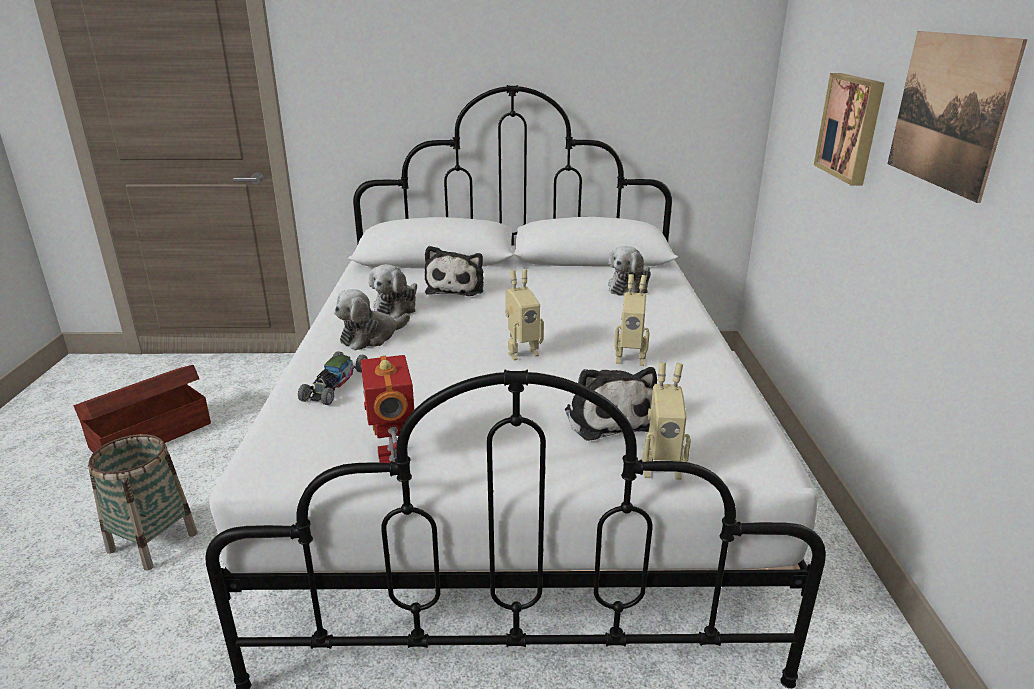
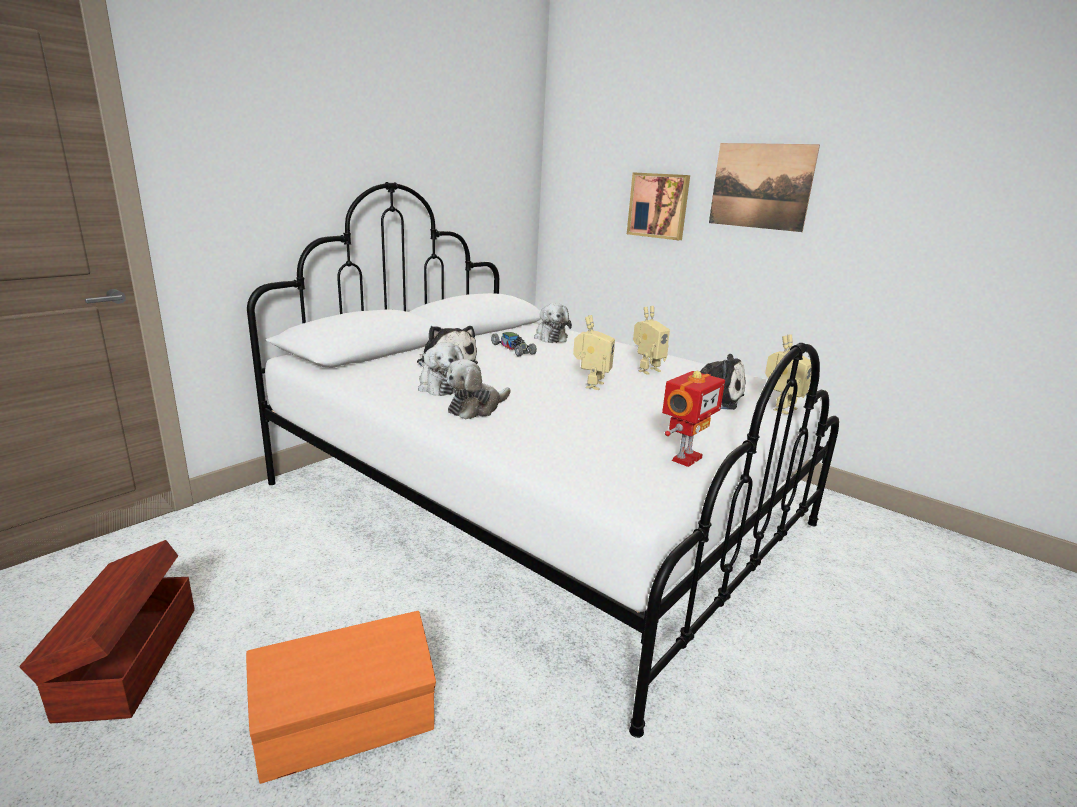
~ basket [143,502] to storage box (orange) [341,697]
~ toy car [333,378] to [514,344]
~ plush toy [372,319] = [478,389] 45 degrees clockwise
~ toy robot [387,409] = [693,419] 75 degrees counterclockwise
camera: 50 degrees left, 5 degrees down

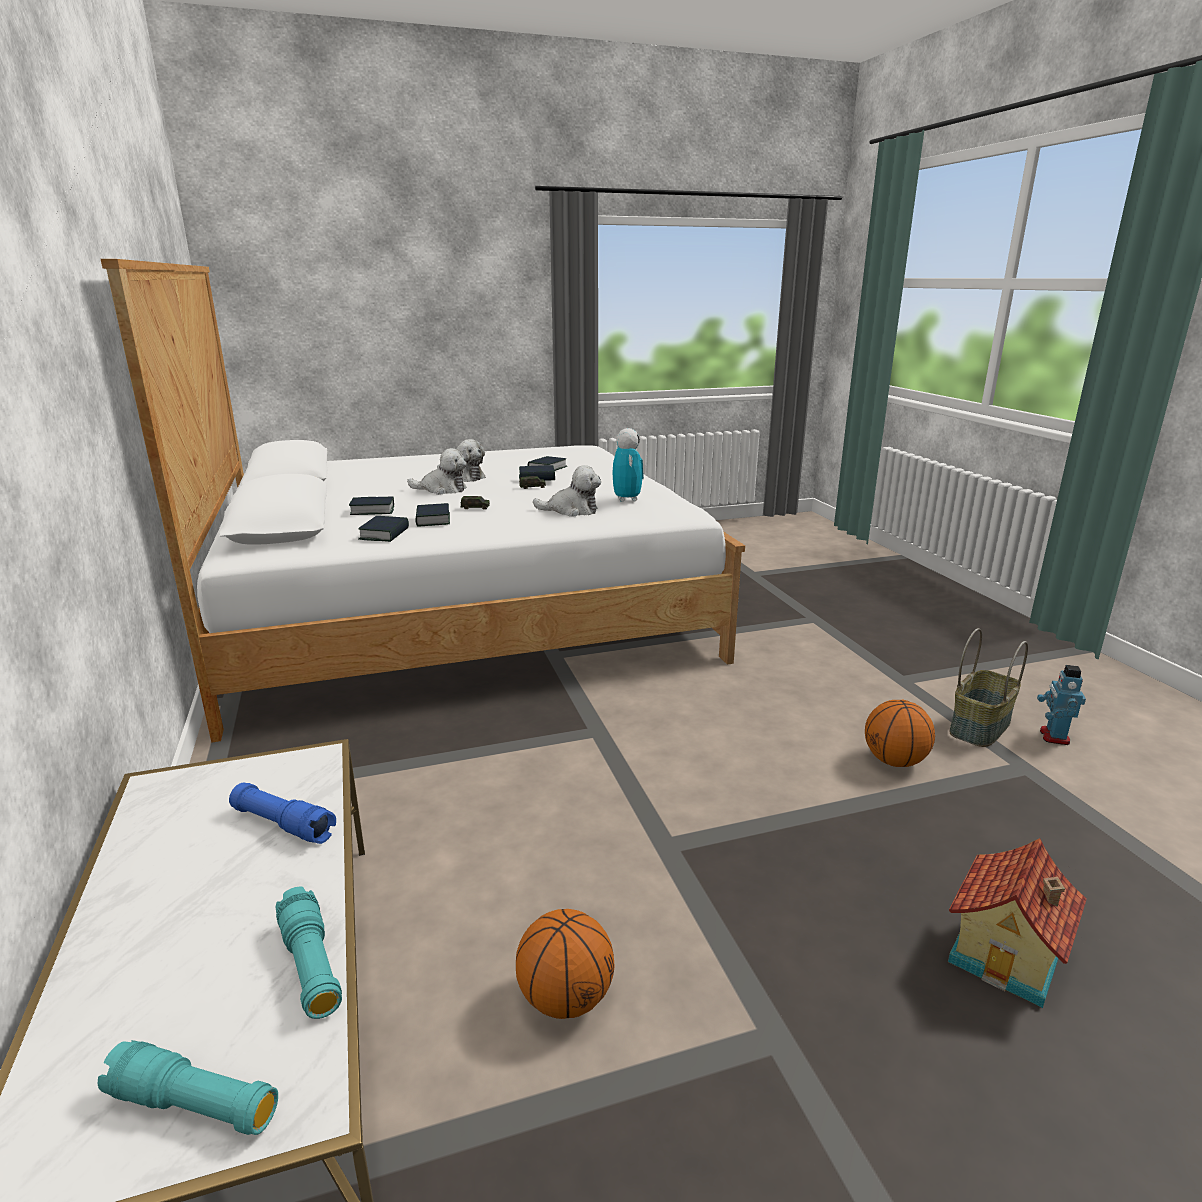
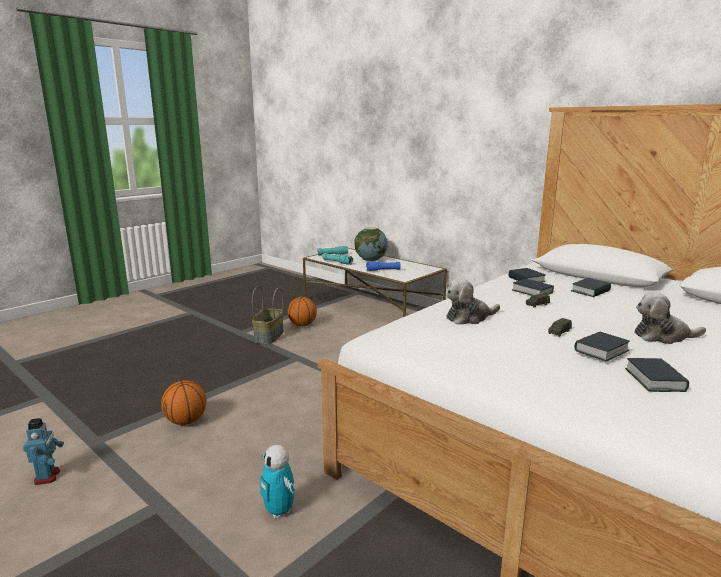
- plush toy [437,471]
~ toy robot [628,465] to [277,482]
- toy house [1017,923]
~ basket [988,687] to [268,315]
+ globe [371,244]
camera: 150 degrees right, 5 degrees down

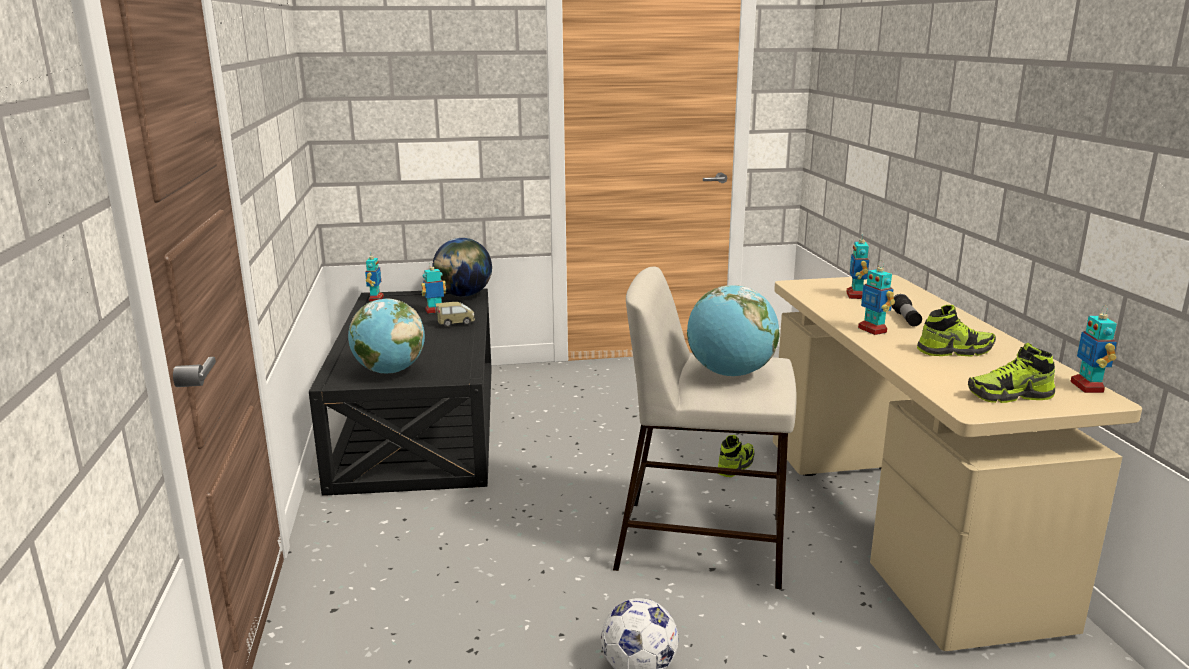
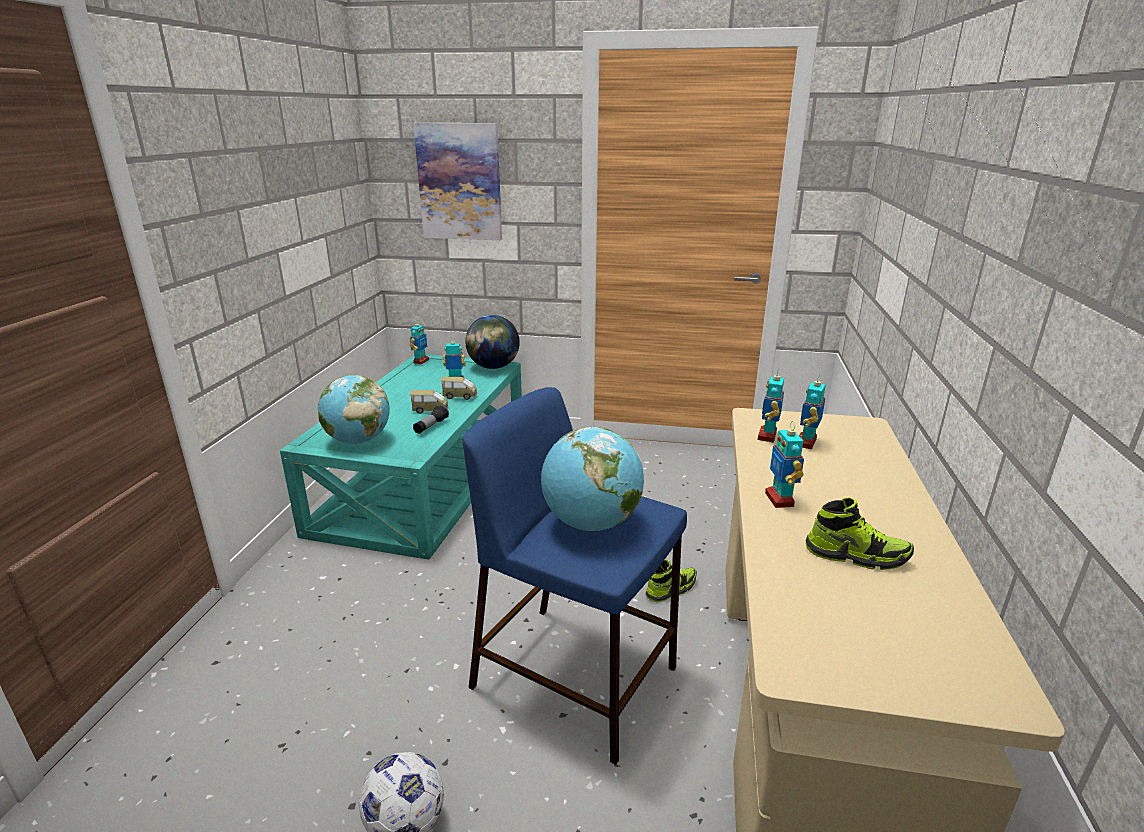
~ coffee table (black) [400,392] to coffee table (turquoise) [401,457]
~ stool (beige) [705,428] to stool (blue) [575,576]
~ flashlight [907,310] to [431,419]
- shoe [1011,373]
~ toy robot [1094,349] to [771,406]
+ toy car [428,402]
+ picture [457,181]
camera: 20 degrees right, 5 degrees up

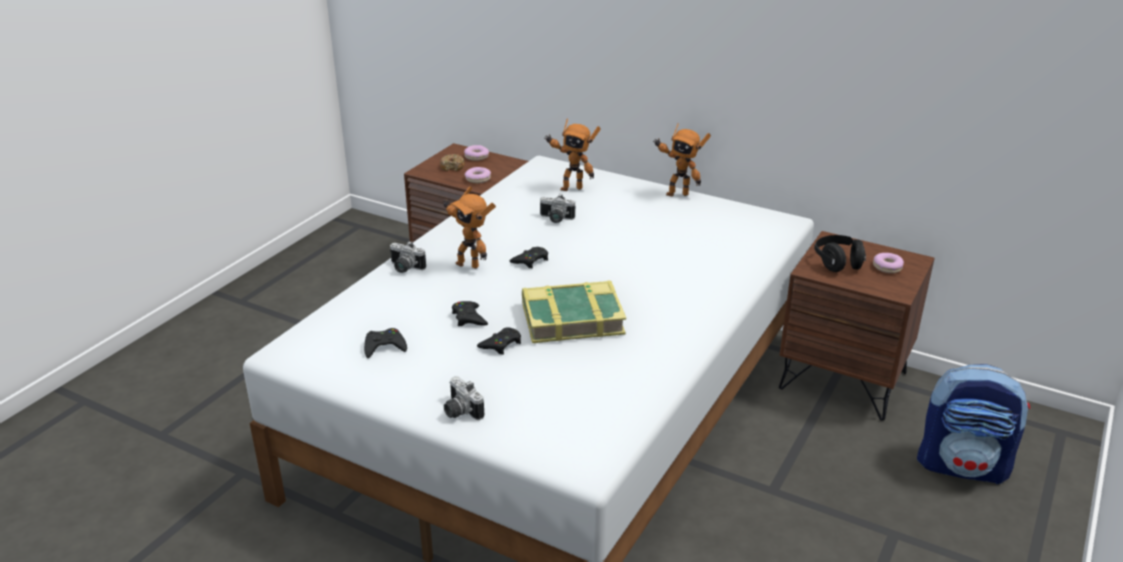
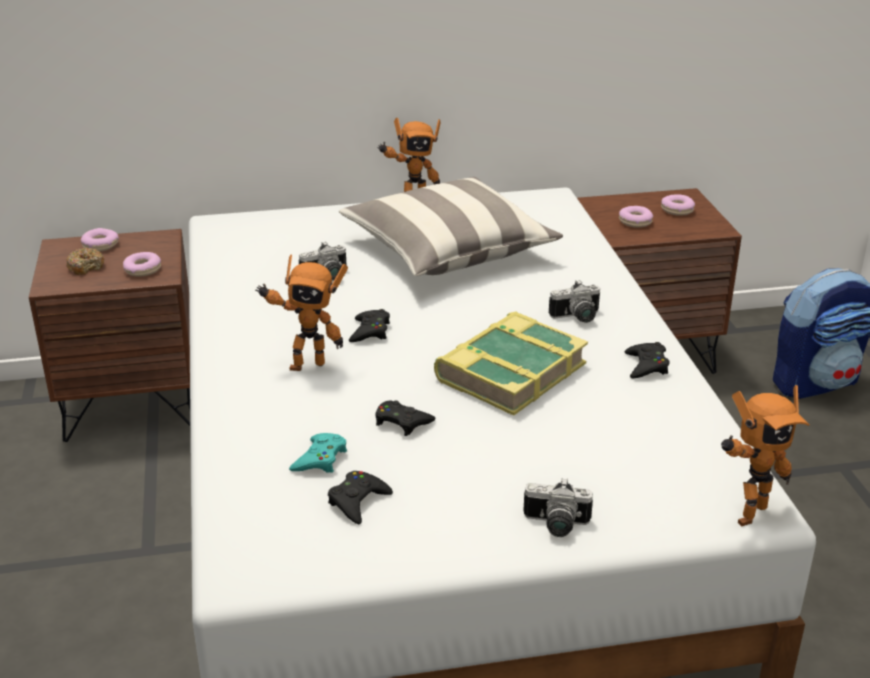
~ photo camera [407,257] to [574,301]
~ game controller (black) [499,341] to [647,360]
~ toy robot [573,154] to [765,455]
~ headphones (black) [840,253] to donut [636,217]
+ game controller (turquoise) [318,453]
+ pillow [451,226]
camera: 40 degrees left, 0 degrees up

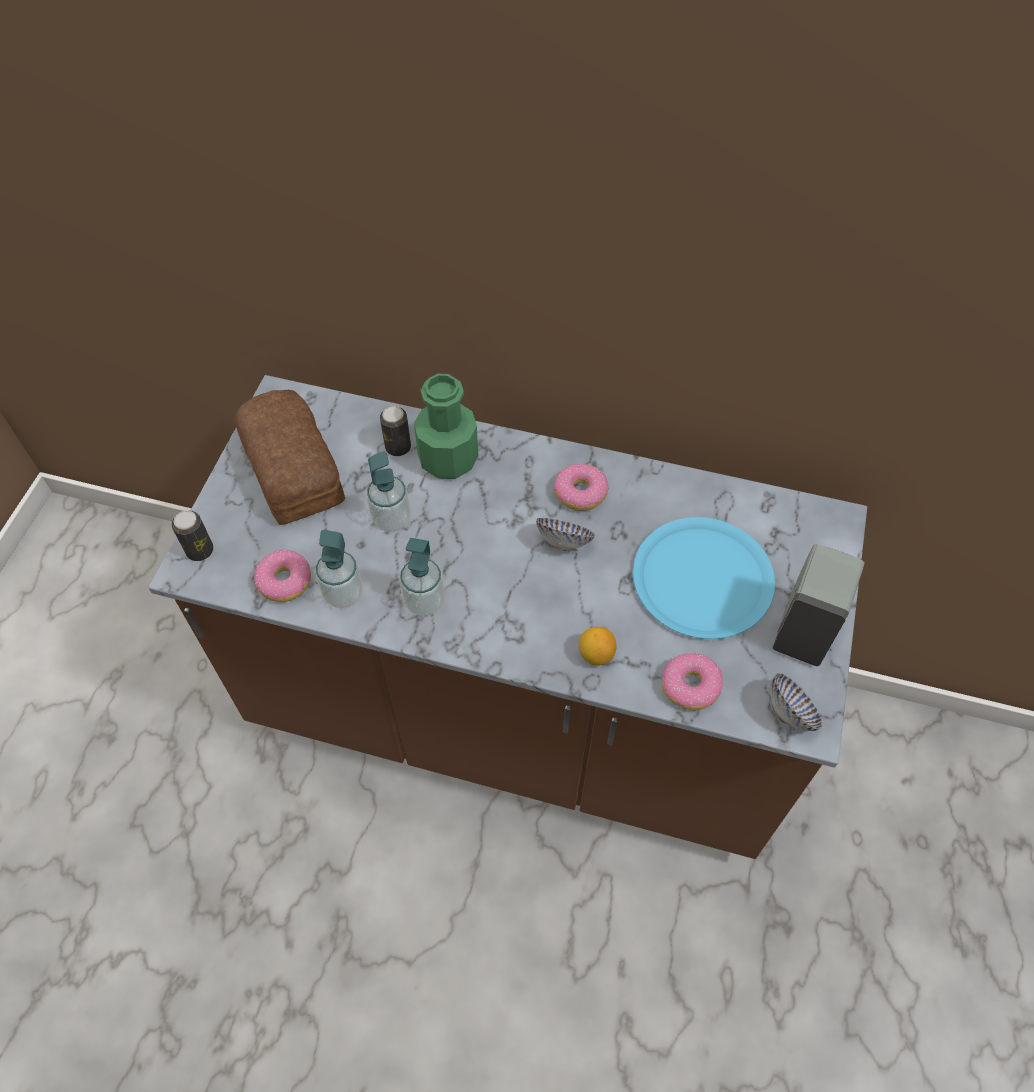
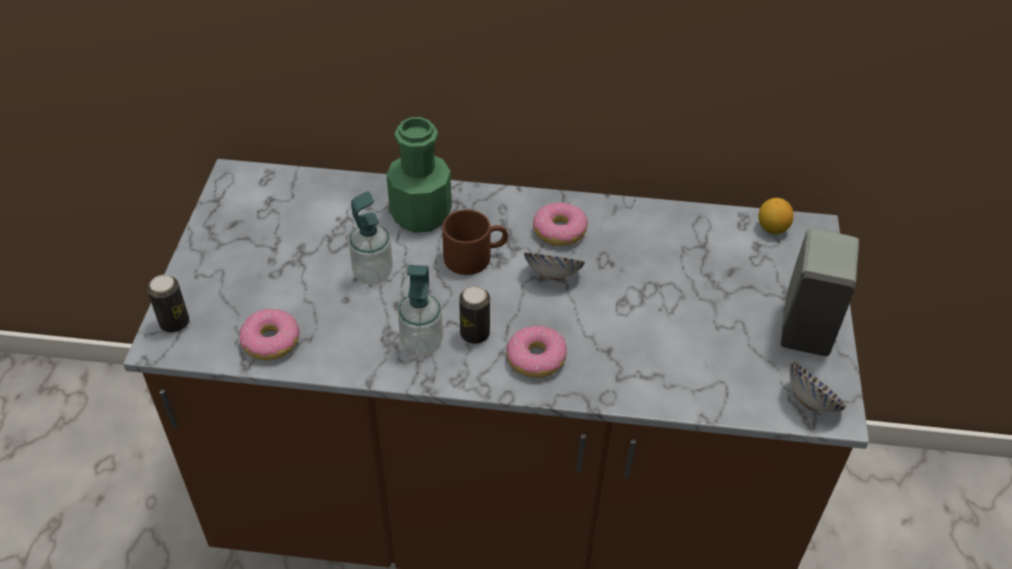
- bread [289,457]
- soap dispenser [339,569]
~ can [395,431] to [474,315]
~ lemon [597,646] to [776,216]
- plate (blue) [704,578]
~ donut [692,681] to [536,351]
+ mug (brown) [475,242]
camera: 10 degrees left, 10 degrees down

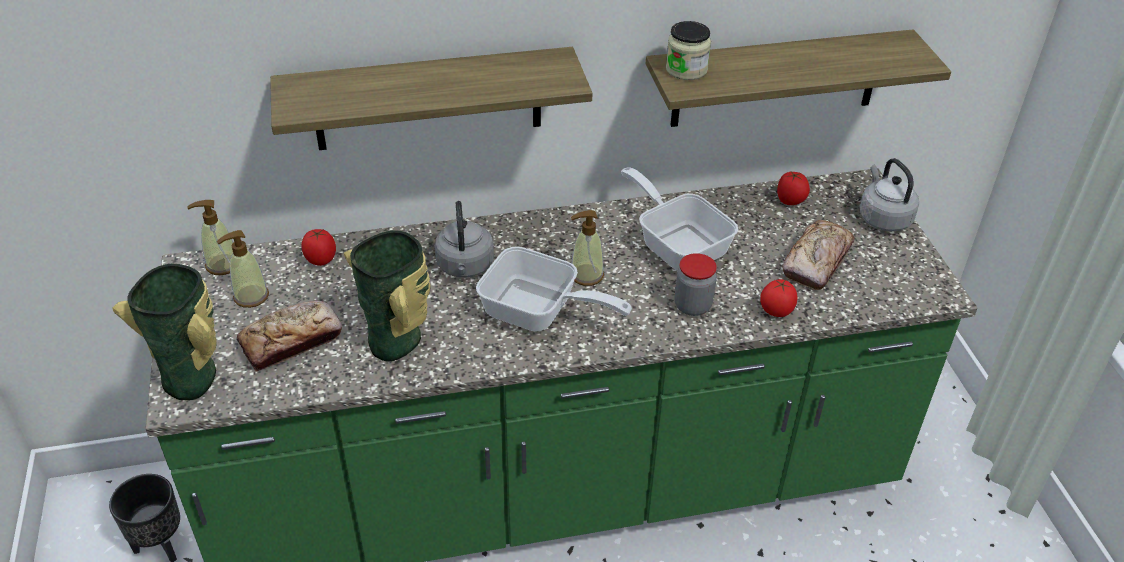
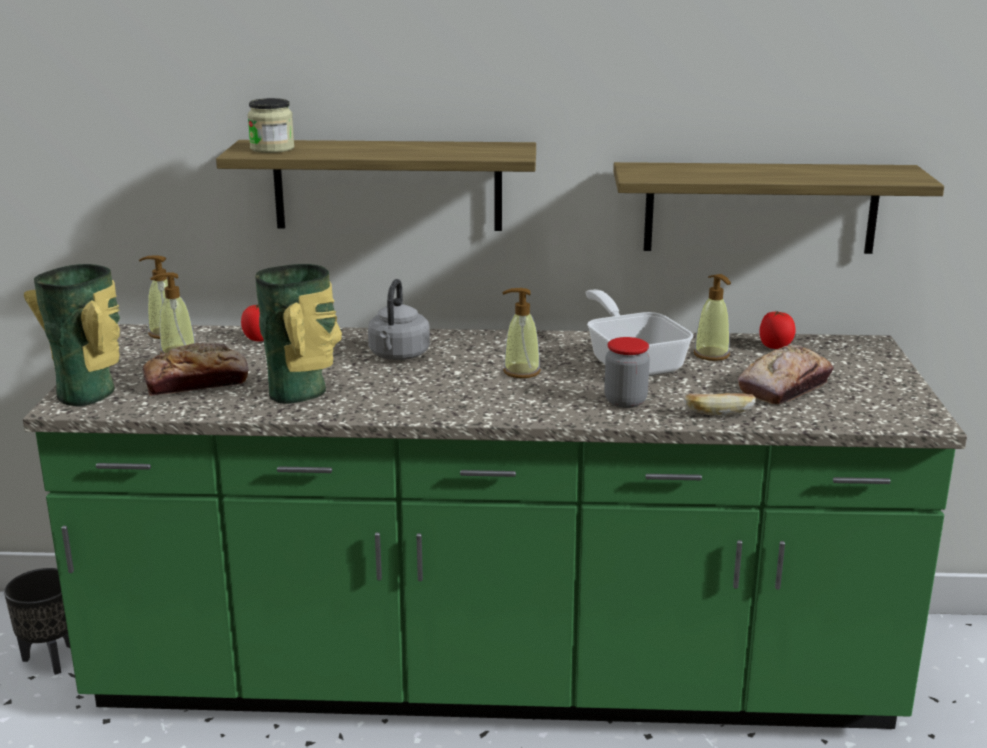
- frying pan [554,289]
~ jar [688,50] to [270,125]
~ tomato [778,298] to bread [720,404]
- kettle (grey) [889,195]
+ soap dispenser [712,317]
camera: 15 degrees right, 20 degrees down

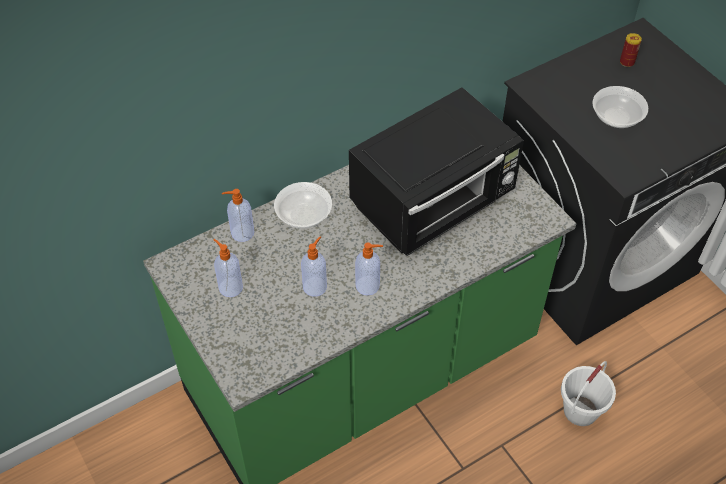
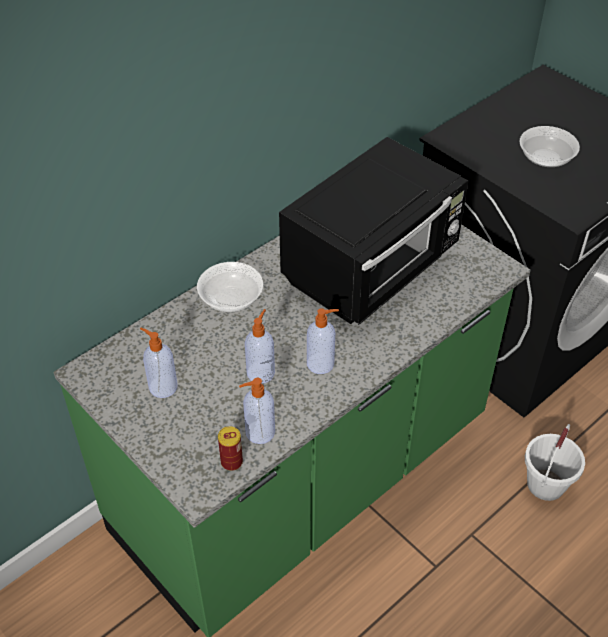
~ soap dispenser [238,215] to [257,411]
~ can [631,50] to [230,448]
camera: 10 degrees left, 5 degrees down

